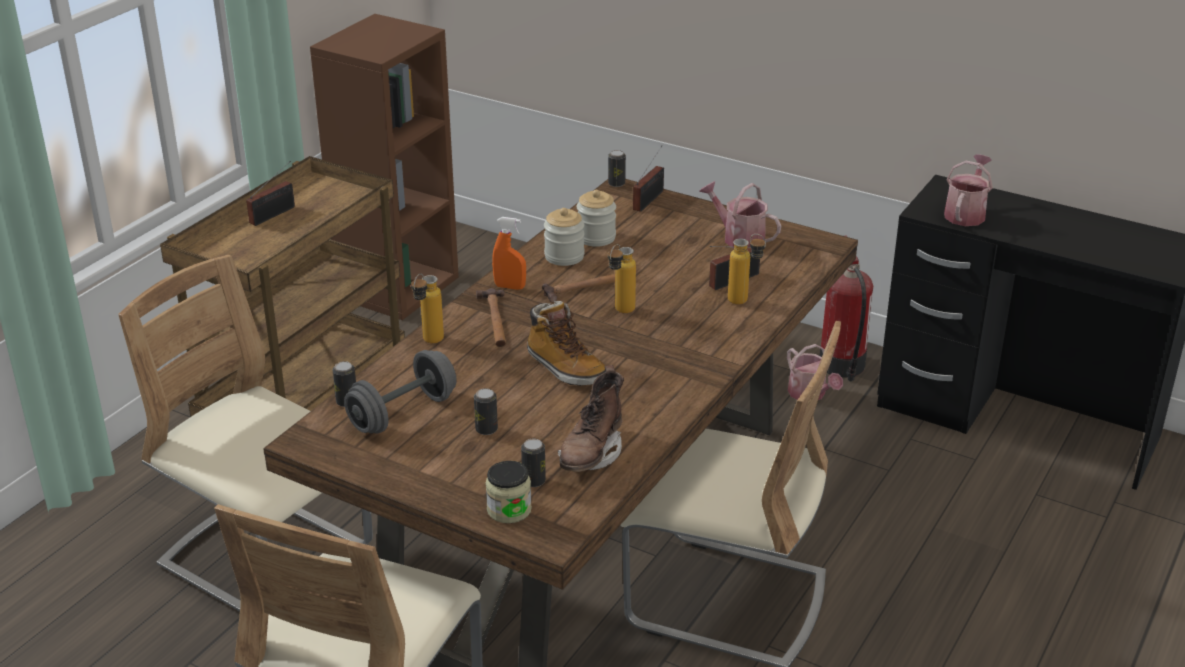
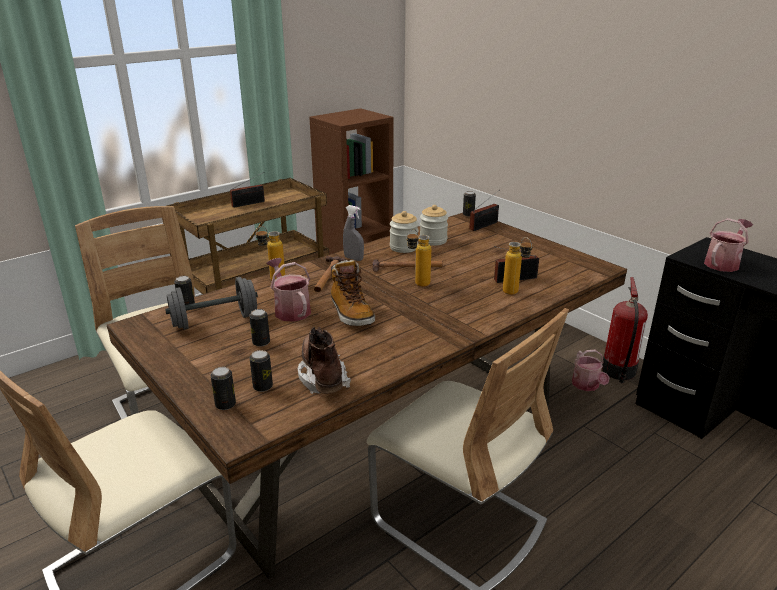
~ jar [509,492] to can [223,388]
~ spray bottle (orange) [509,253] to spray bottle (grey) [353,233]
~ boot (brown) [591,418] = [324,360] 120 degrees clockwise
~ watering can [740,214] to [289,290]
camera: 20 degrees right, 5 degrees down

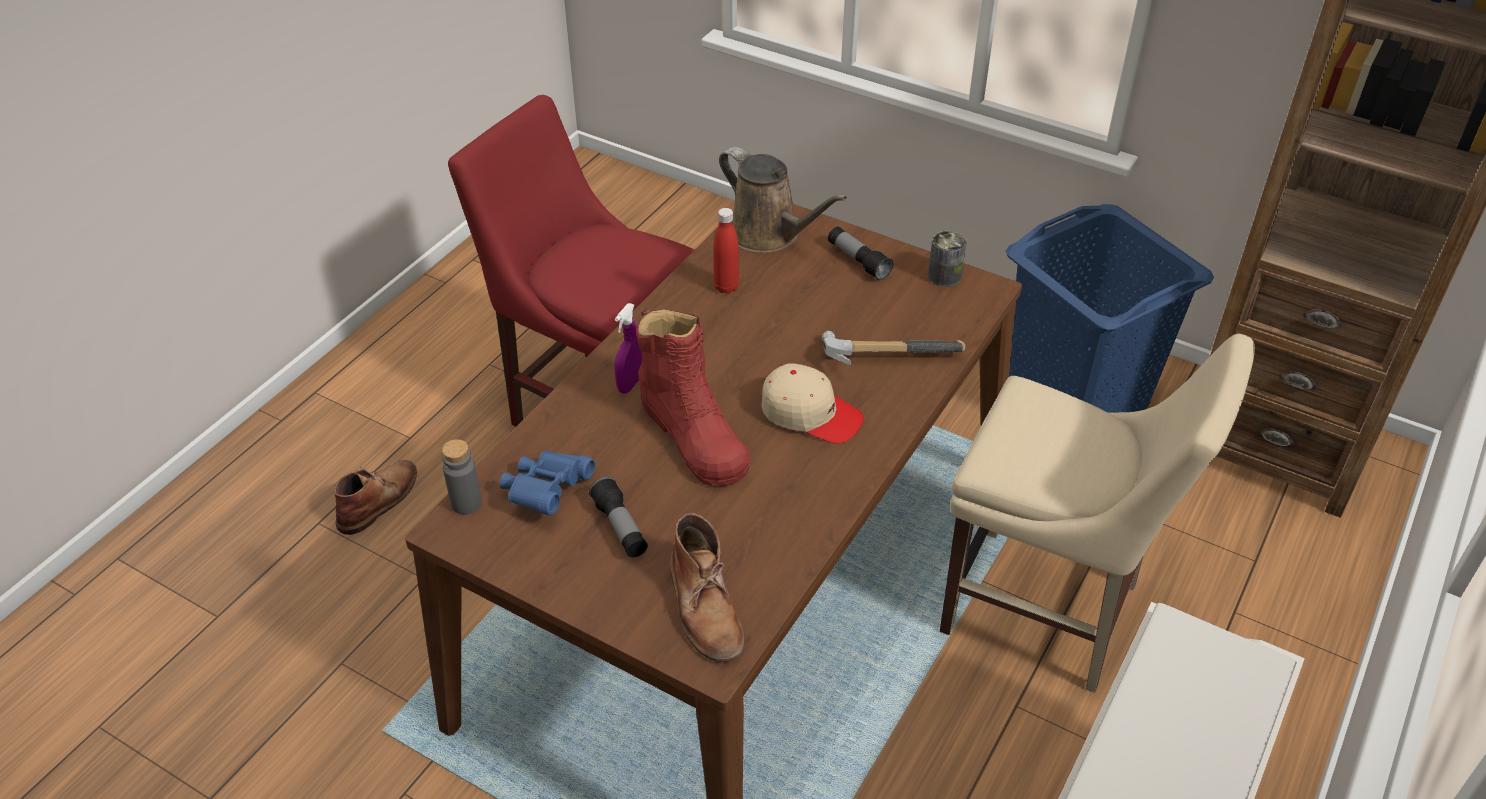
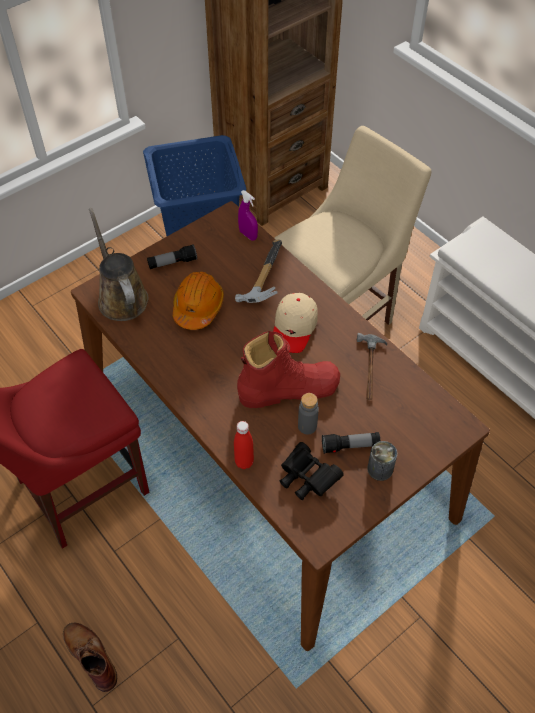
~ bottle (grey) [462,476] to [308,413]
~ binoculars (blue) [547,483] to binoculars (black) [312,471]
~ spray bottle (purple) [628,348] to [248,215]
- boot (brown) [707,587]
~ bottle (red) [726,251] to [244,445]
~ watering can (brown) [783,200] = [119,264] 90 degrees counterclockwise
~ cap (beige) [812,403] = [295,323] 150 degrees clockwise
~ can [947,259] to [382,461]
+ hard hat (orange) [198,301]
+ hammer [372,366]
camera: 70 degrees left, 10 degrees up

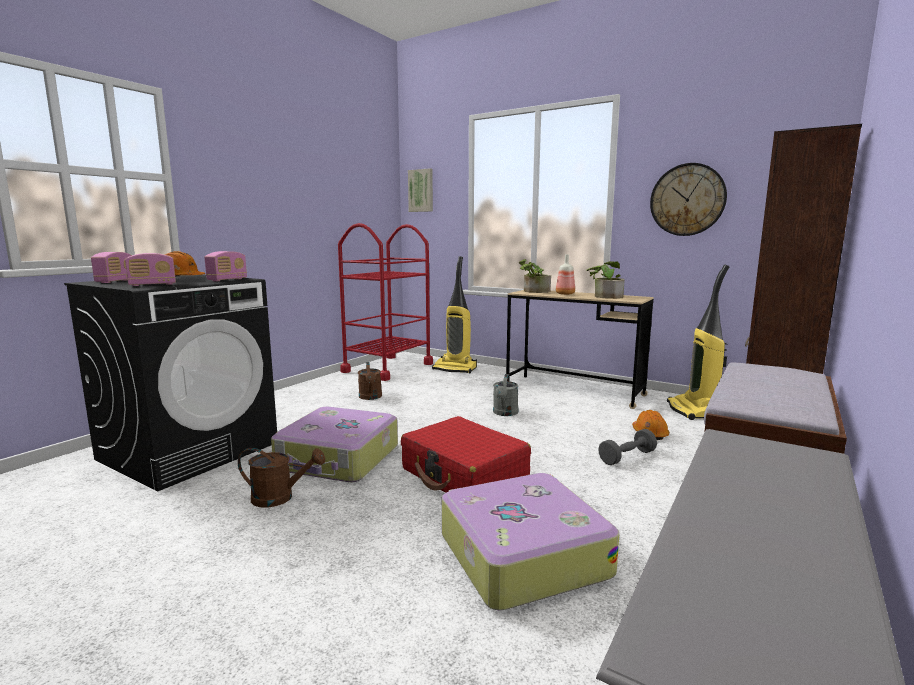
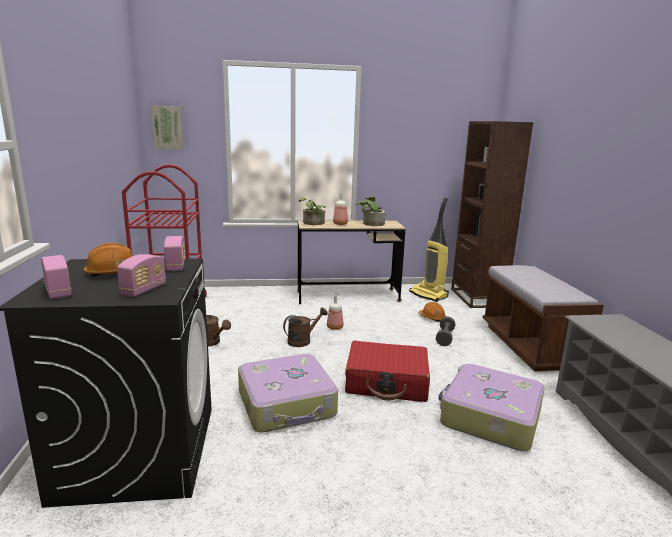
~ watering can (brown) [281,478] to [305,327]
- vacuum cleaner [454,315]
~ watering can (grey) [506,395] to bottle [335,312]
- wall clock [688,199]
camera: 40 degrees left, 5 degrees up

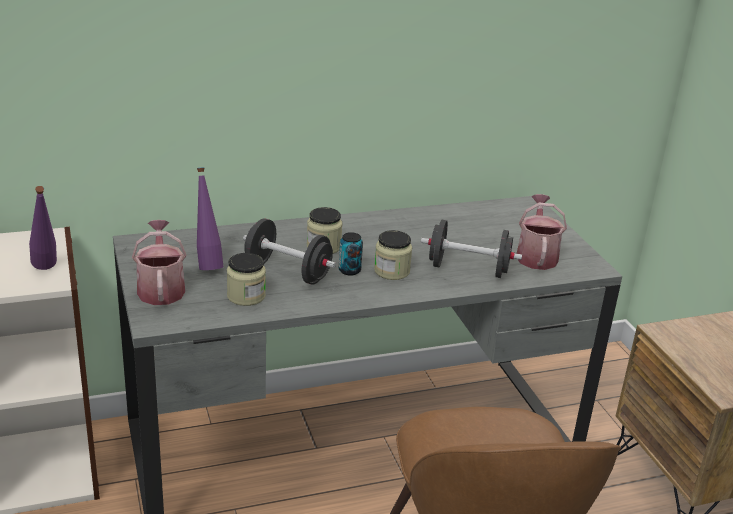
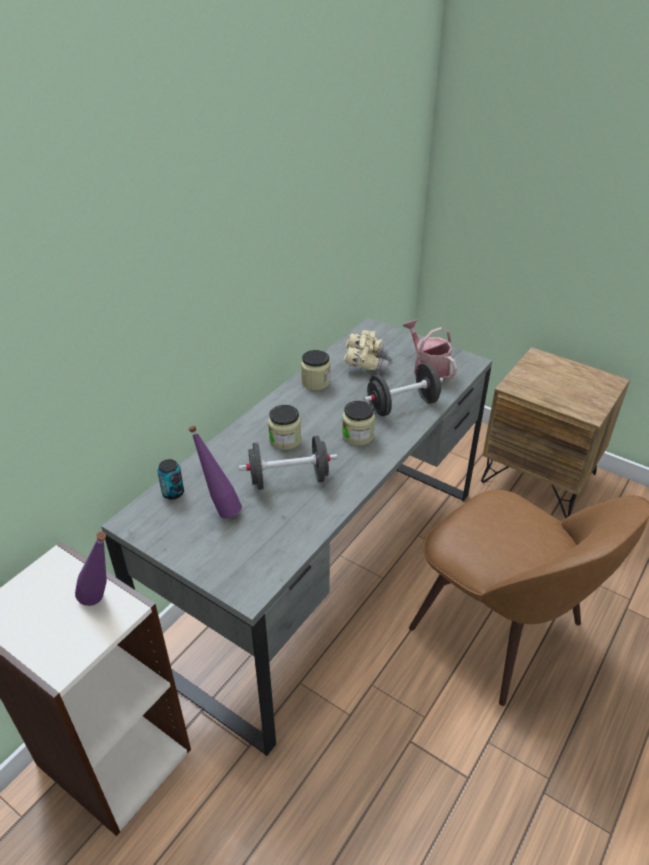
- watering can [159,262]
~ jar [246,279] to [316,370]
~ can [351,254] to [170,479]
+ binoculars (beige) [366,351]
camera: 35 degrees left, 10 degrees up

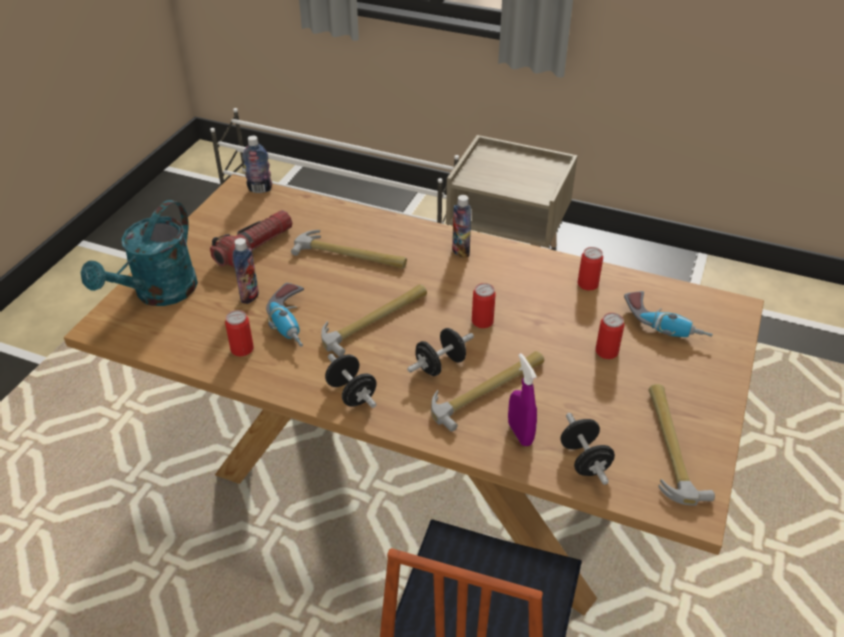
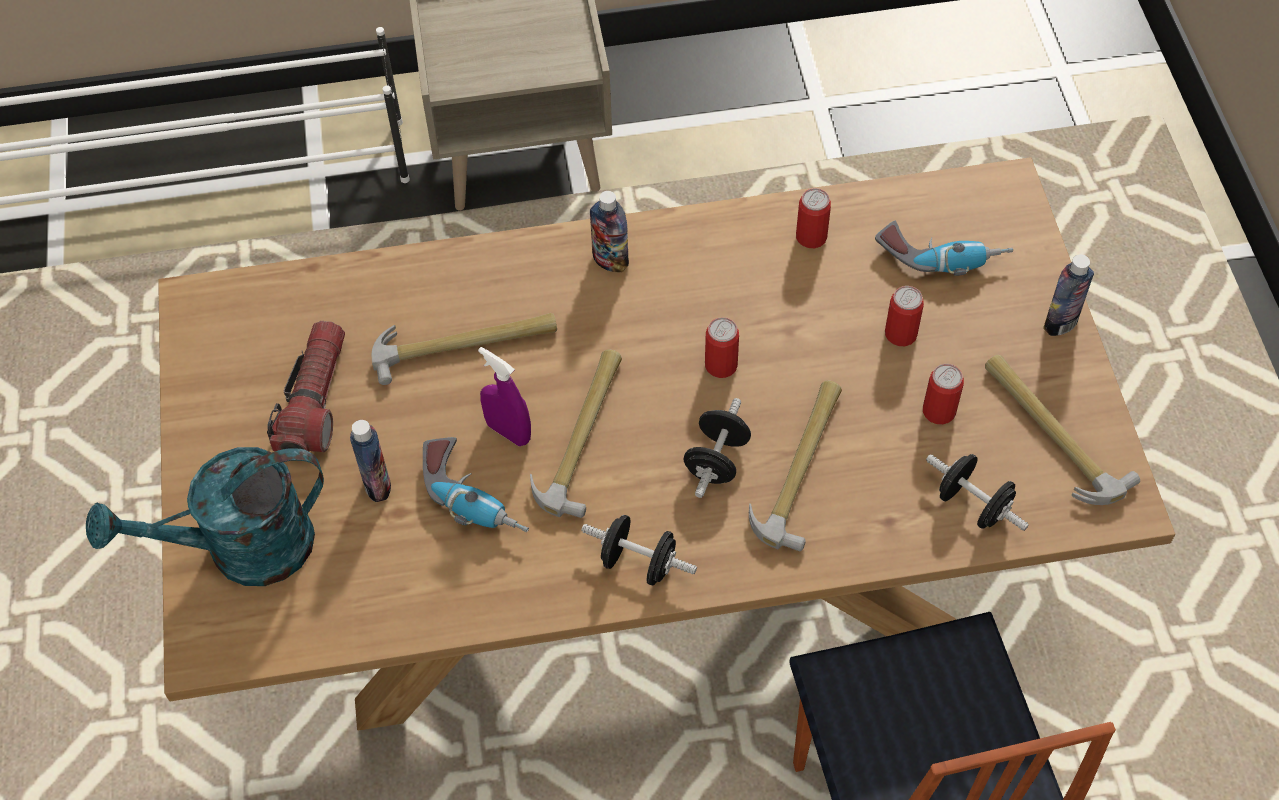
~ watering can (turquoise) [139,253] = [205,516] 75 degrees clockwise
~ can [239,333] to [943,394]
~ bottle [257,164] to [1068,295]
~ spray bottle (purple) [522,399] to [504,396]
camera: 30 degrees left, 15 degrees up

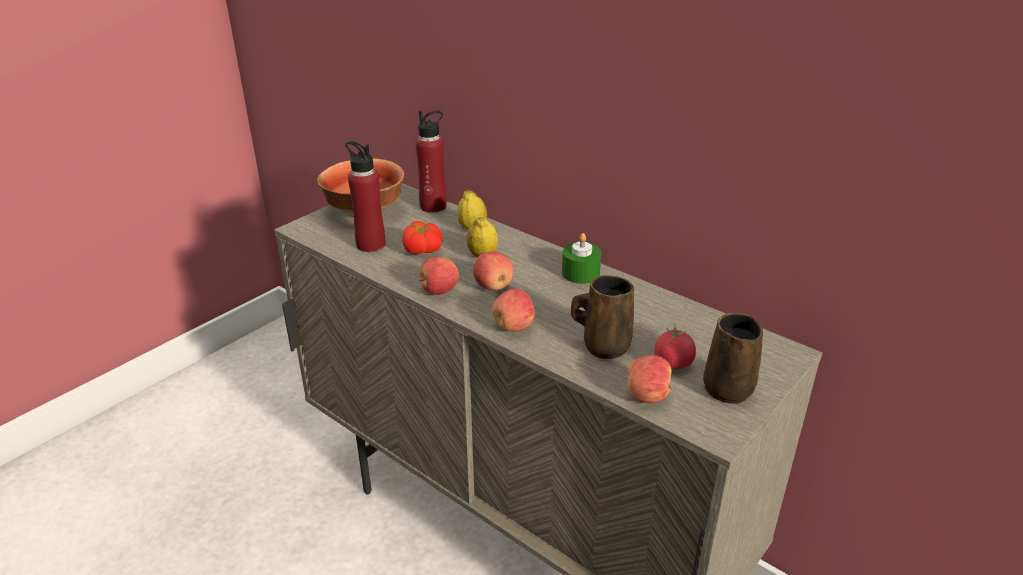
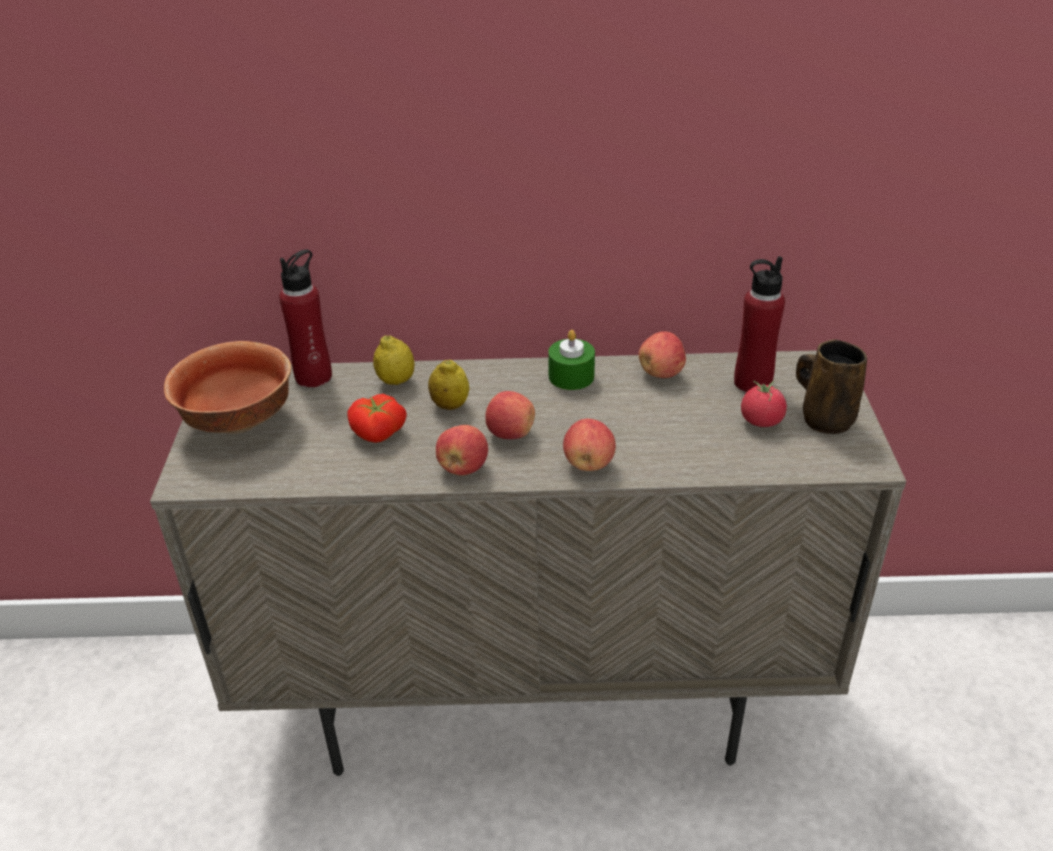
~ bottle (red) [365,196] to [759,324]
- mug (brown) [602,317]
~ apple [649,379] to [662,354]
camera: 40 degrees left, 5 degrees up

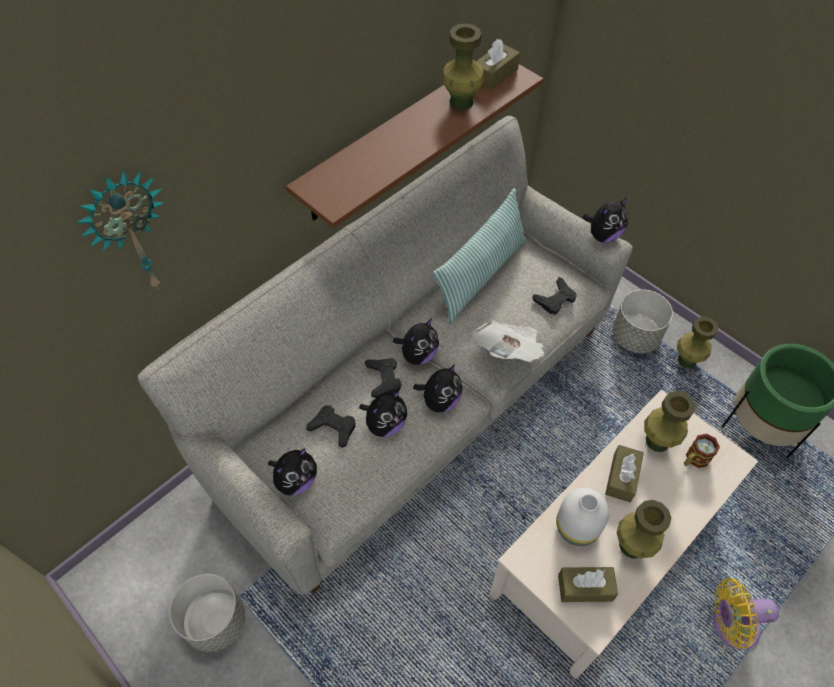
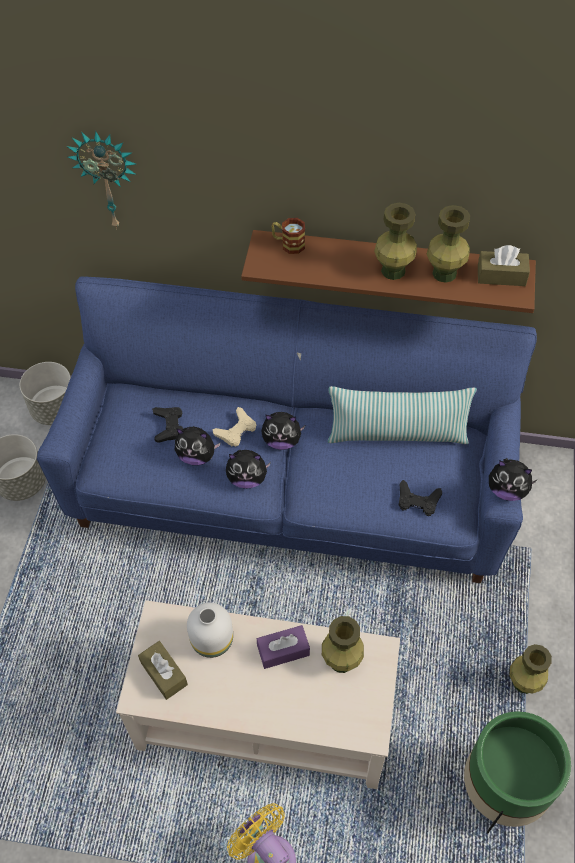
~ sofa (grey) [385,356] to sofa (blue) [287,429]
- plush toy [292,472]
~ game controller (black) [383,378] to game controller (beige) [234,427]
- newspaper [508,341]
~ tissue box (brown) [624,473] to tissue box (purple) [283,647]
~ planter (grey) [642,321] to [45,393]
~ vase (green) [644,529] to [395,241]
~ mug [702,451] to [288,236]
camera: 55 degrees right, 0 degrees up

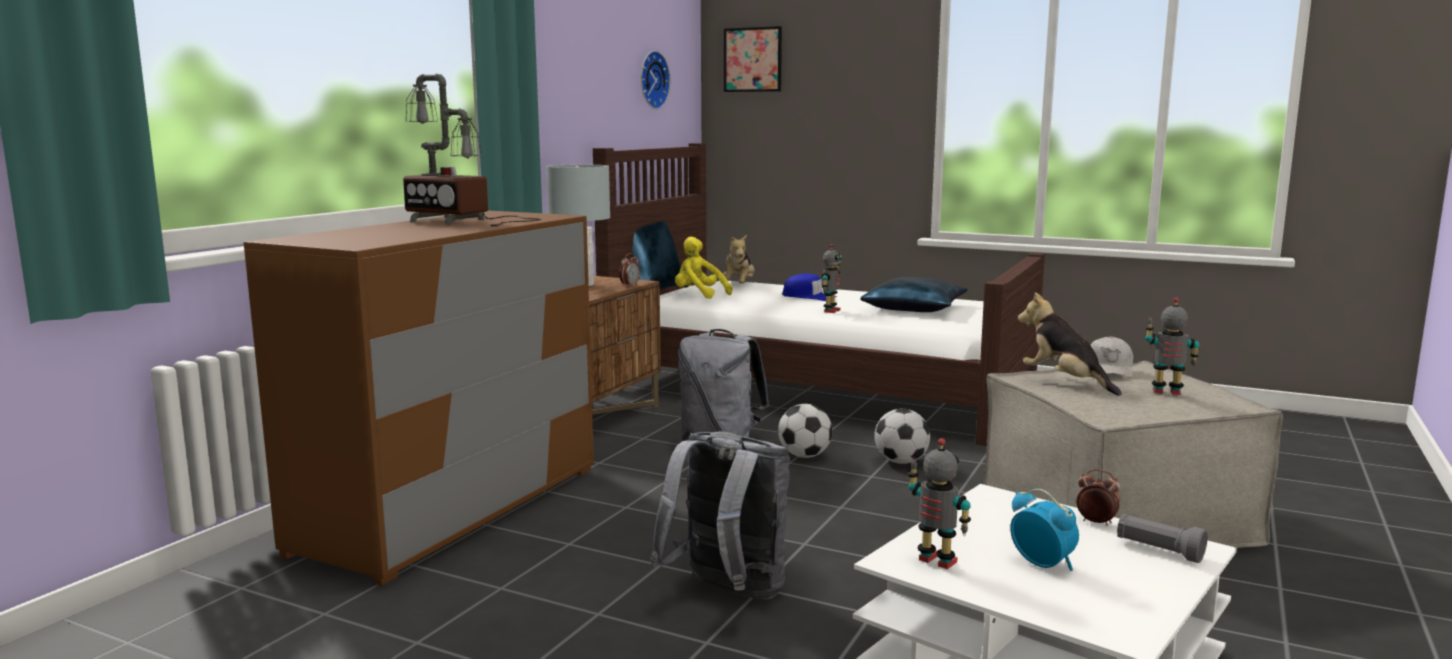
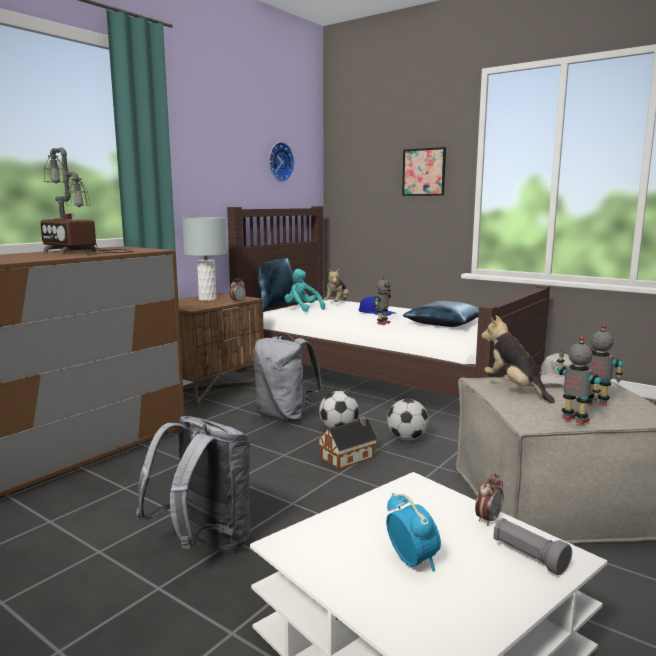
~ plush toy (yellow) [704,268] to plush toy (turquoise) [305,290]
~ picture [753,59] to [424,171]
~ toy robot [939,503] to [579,380]
~ alarm clock [1098,497] = [489,499] 90 degrees clockwise
+ toy house [348,443]
camera: 10 degrees right, 0 degrees up

